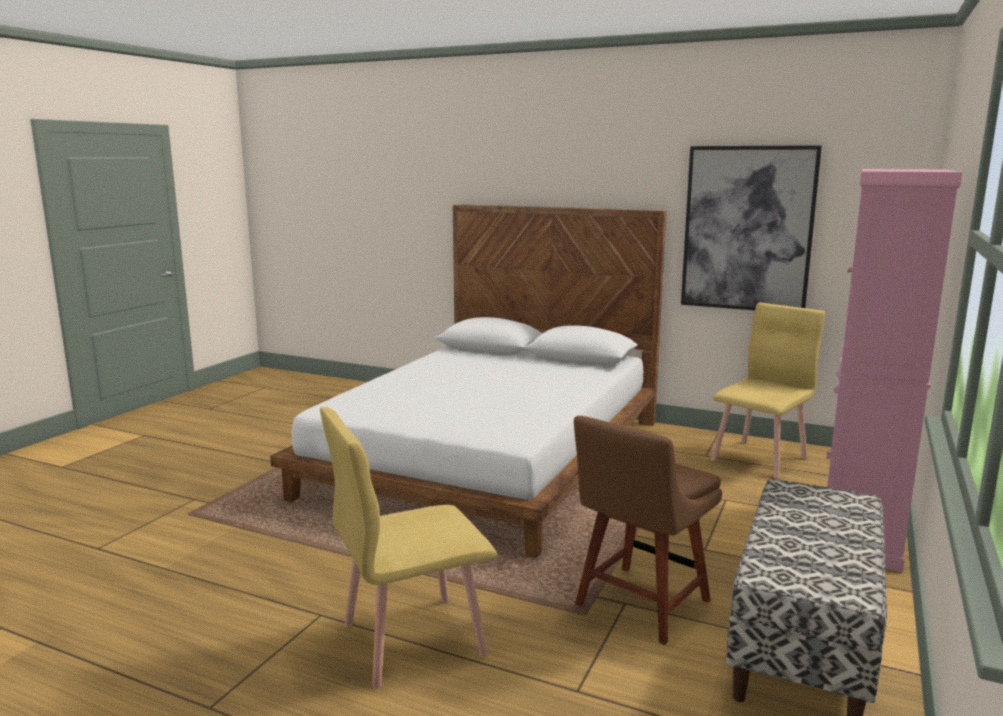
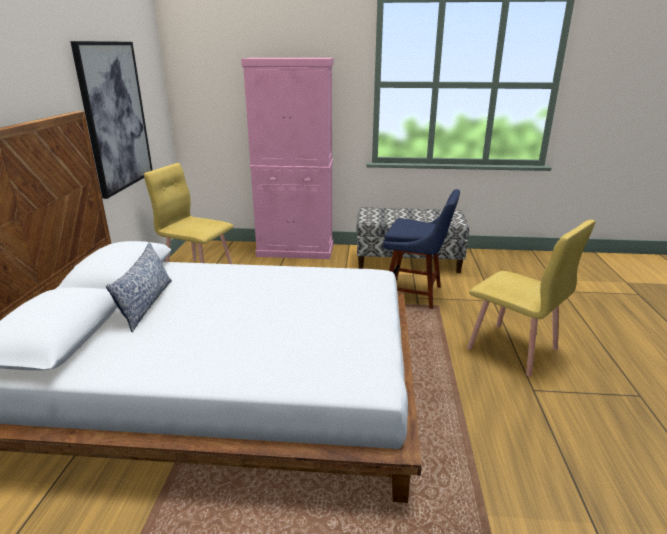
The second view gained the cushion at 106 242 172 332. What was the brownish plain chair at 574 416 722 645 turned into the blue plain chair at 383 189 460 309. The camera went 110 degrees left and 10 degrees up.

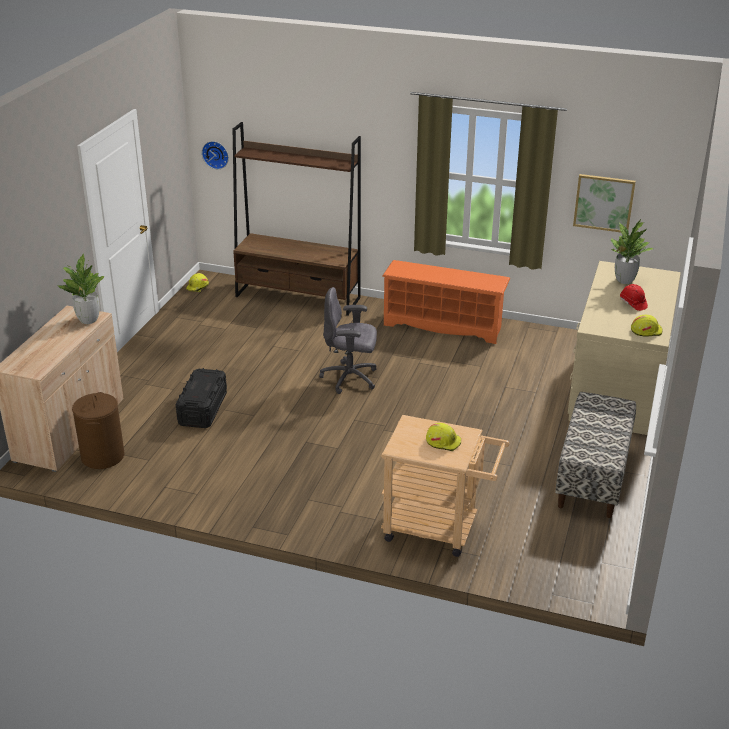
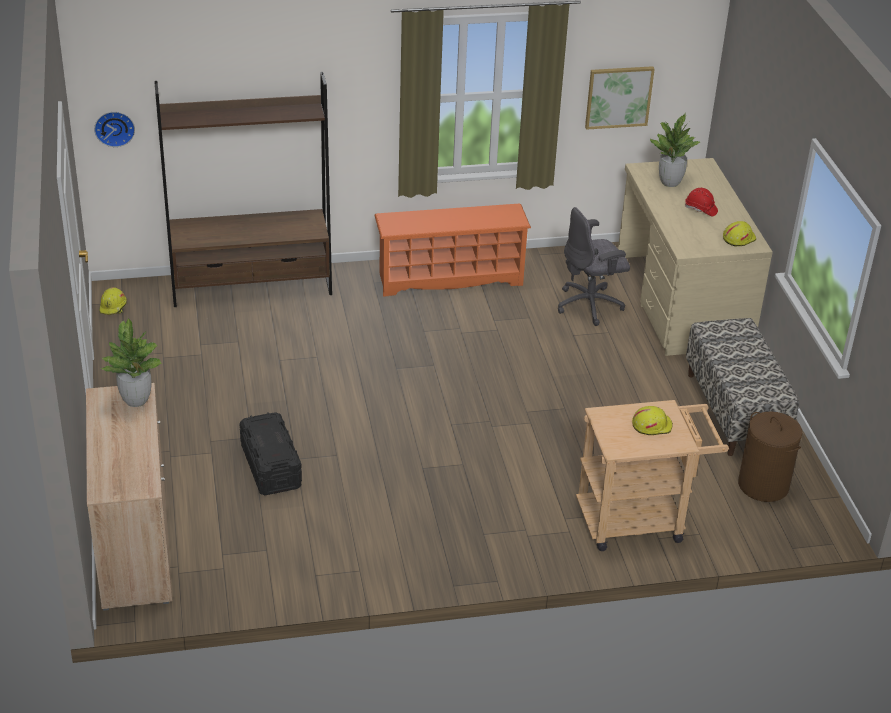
The brownish washing basket ended up elsewhere, having gone from 72 392 124 469 to 738 411 802 502. The gray computer chair ended up elsewhere, having gone from 319 287 377 394 to 558 207 630 326. The camera went 30 degrees left and 5 degrees up.

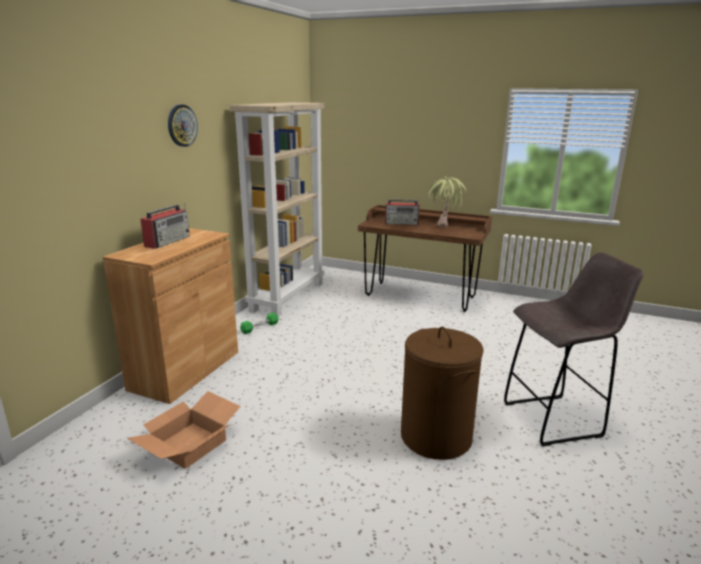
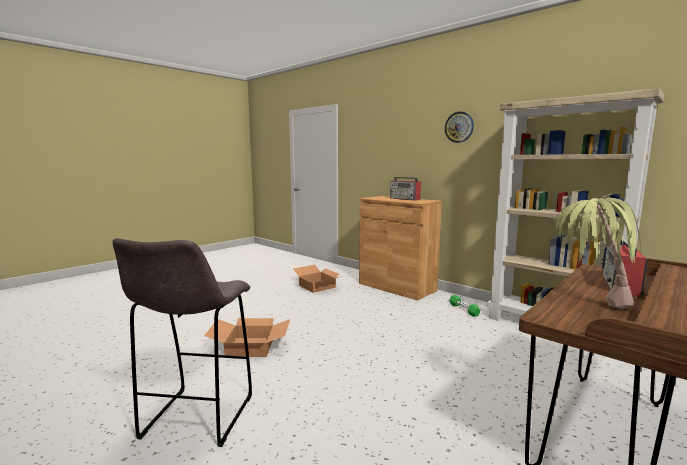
Where the brownish washing basket stood at 401 327 484 460, the cardboard box came to stand at 204 318 290 357. The camera went 110 degrees right and 10 degrees down.

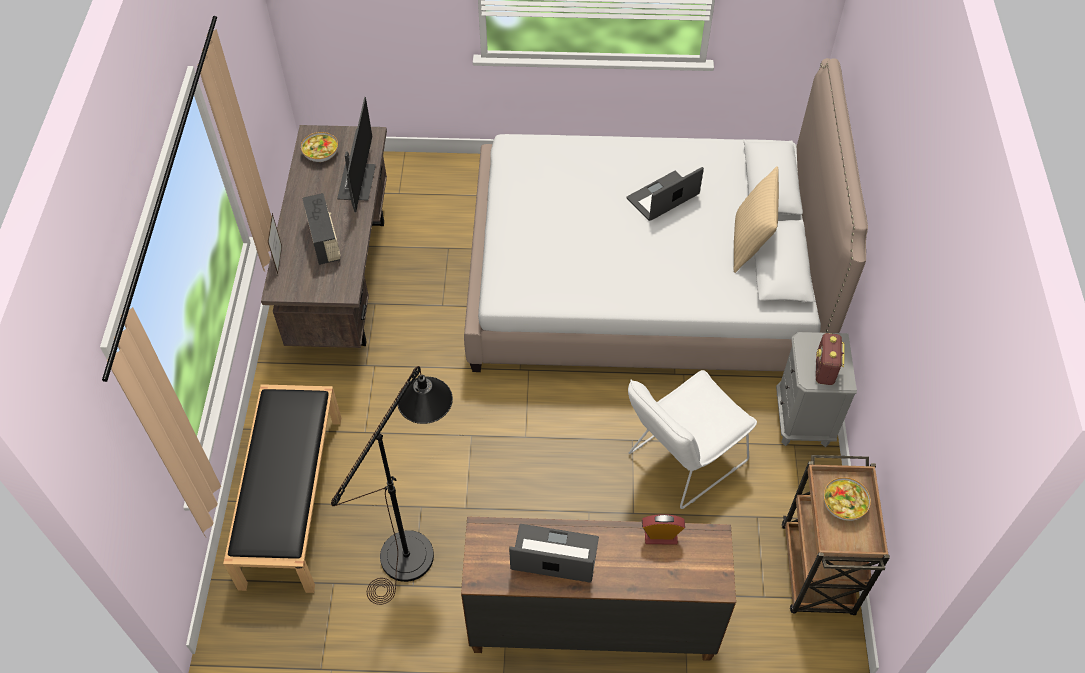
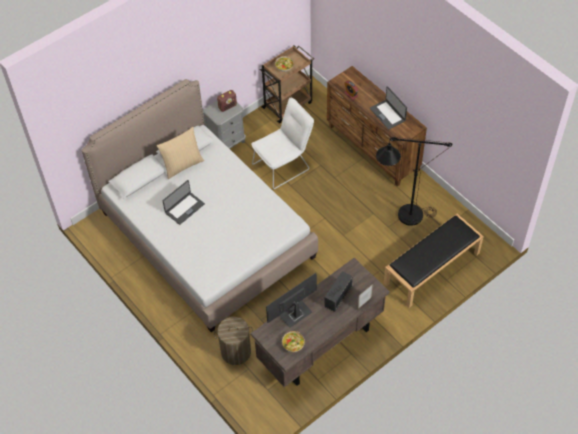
The second view gained the washing basket at 214 317 253 365. The laptop at 627 167 704 221 ended up facing another way, 60 degrees counterclockwise from before. The whitish plain chair at 628 370 757 509 ended up facing another way, 45 degrees counterclockwise from before. The camera went 130 degrees left and 0 degrees up.

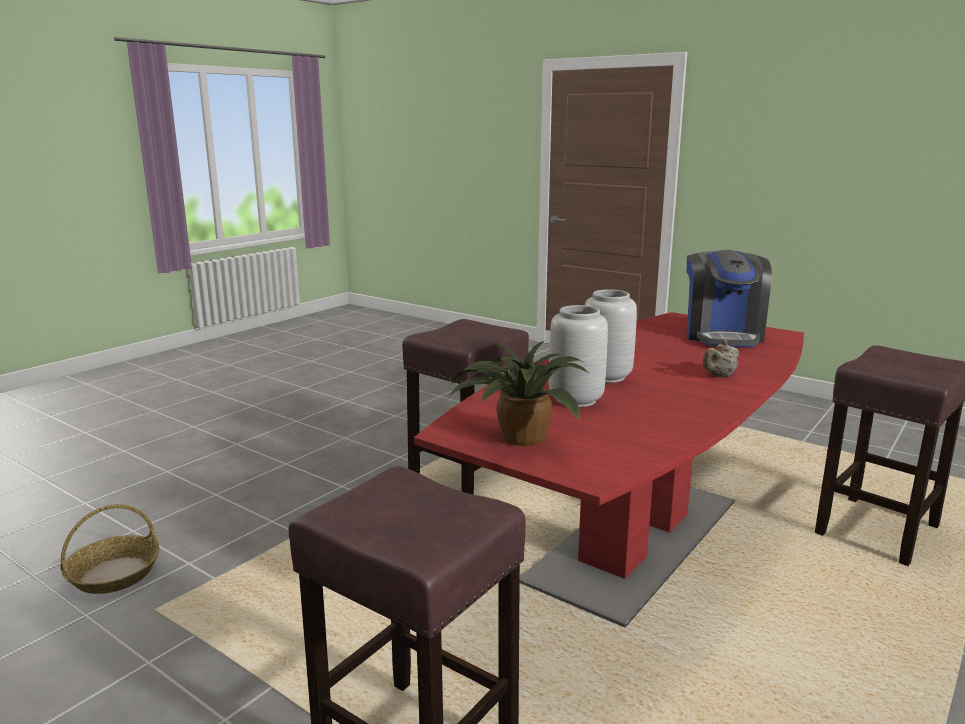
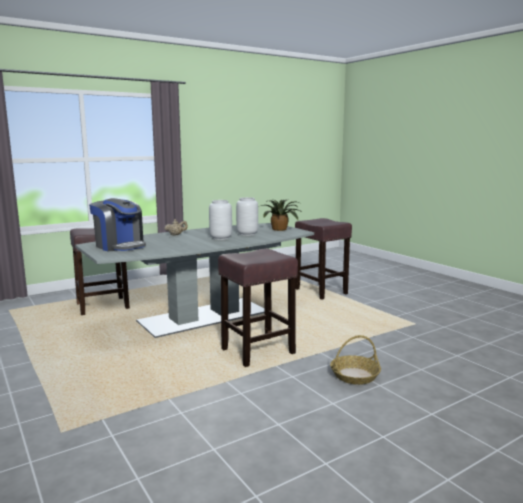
The storage basket ended up elsewhere, having gone from 60 504 159 594 to 330 335 381 385. What was the reddish kitchen table at 414 312 804 628 turned into the gray kitchen table at 75 223 314 338. The coffee machine at 687 250 772 347 ended up facing another way, 105 degrees clockwise from before. The camera went 160 degrees left and 5 degrees down.

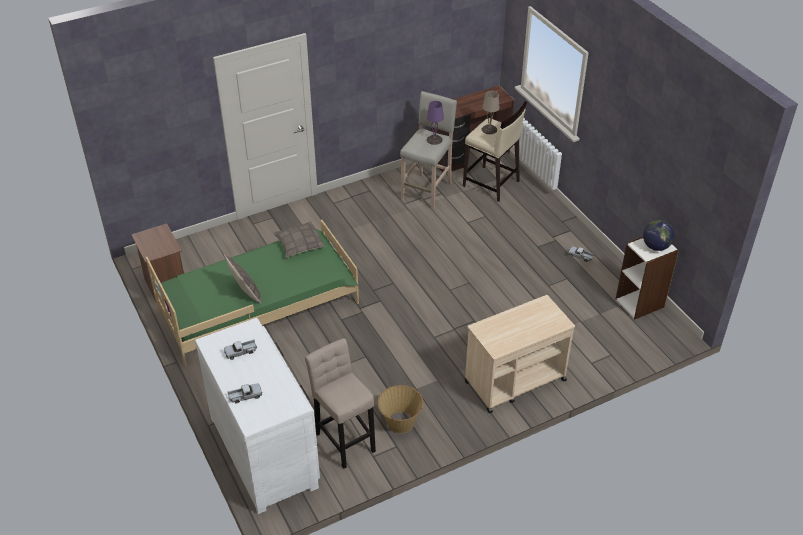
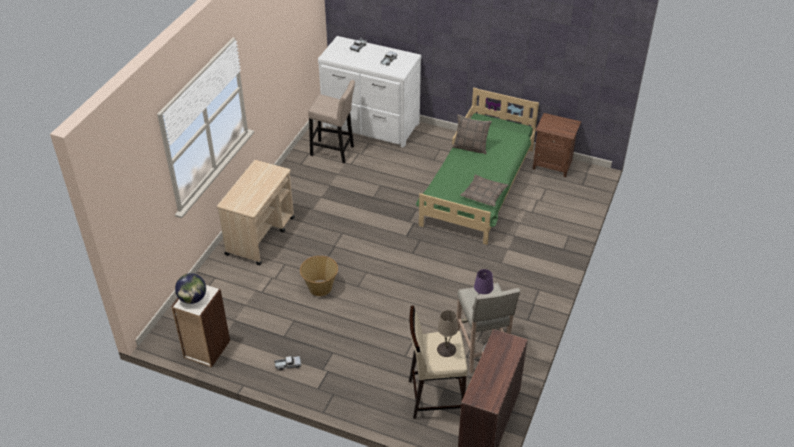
The storage basket ended up elsewhere, having gone from 378 385 423 433 to 300 256 338 296. The camera went 140 degrees right and 0 degrees up.

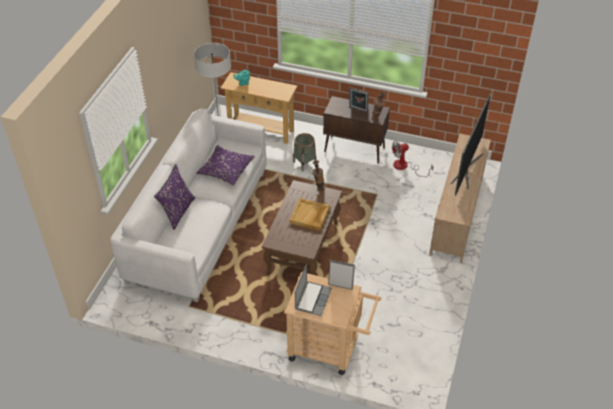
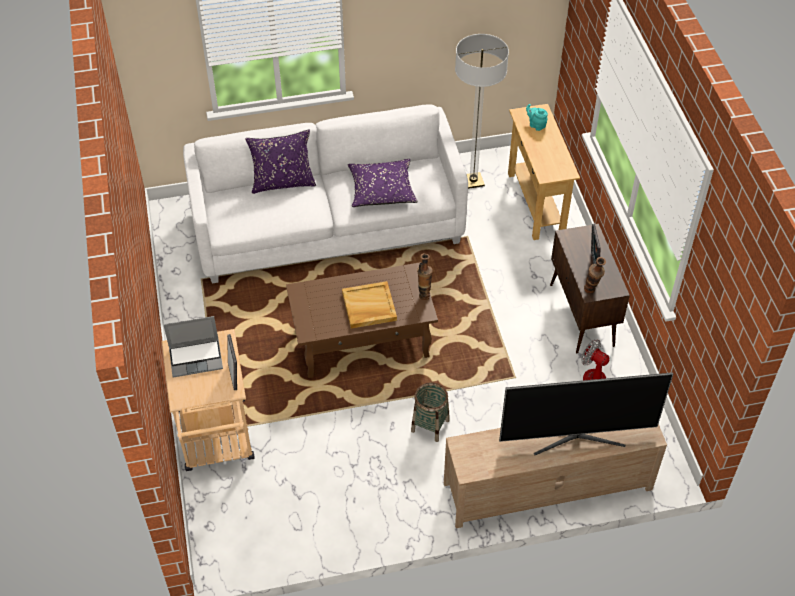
The storage basket ended up elsewhere, having gone from 293 133 317 171 to 411 382 449 442. The camera went 60 degrees right and 5 degrees up.

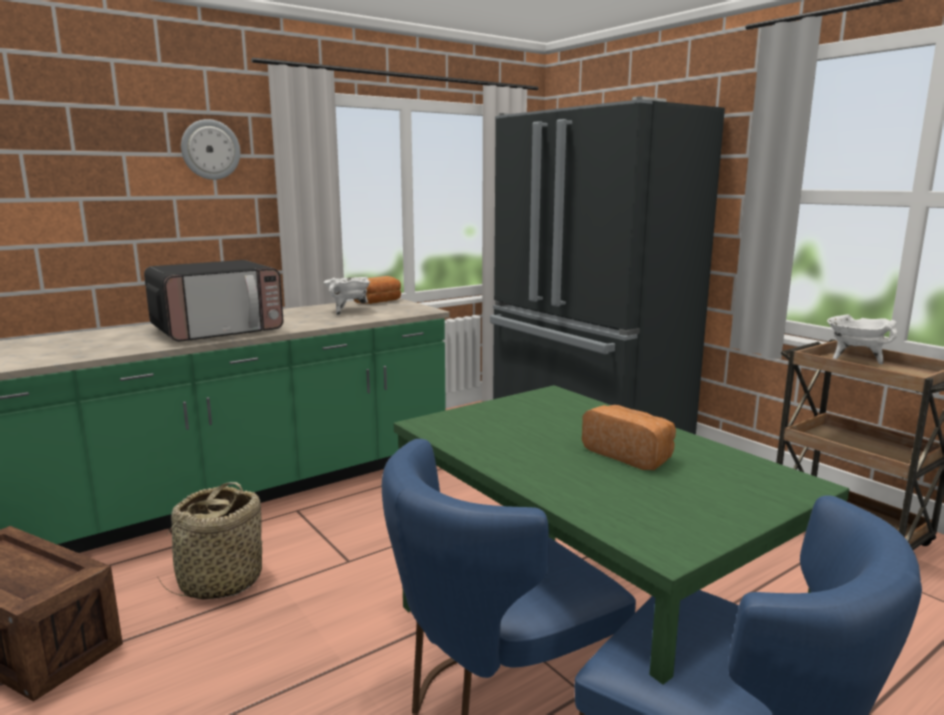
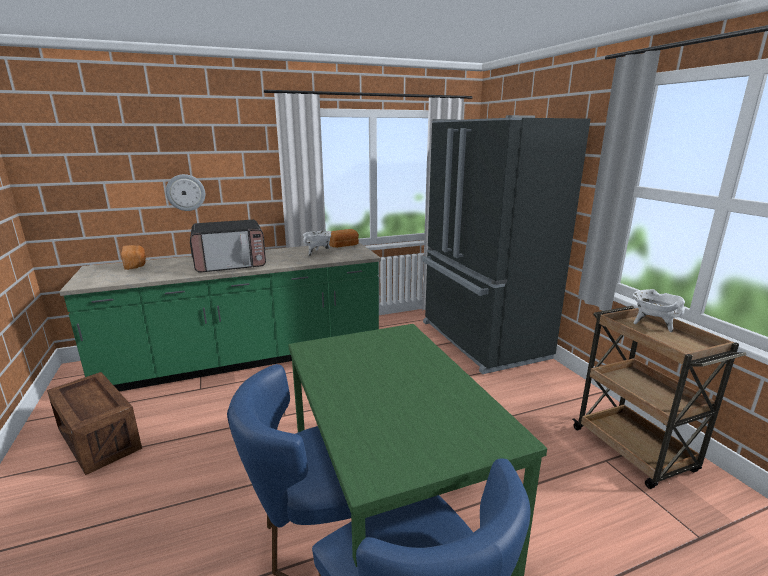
The second view lost the storage basket at 157 482 263 599. The clock on the wall ended up elsewhere, having gone from 181 119 240 180 to 166 174 205 211. The bread ended up elsewhere, having gone from 582 405 676 470 to 121 245 146 270. The camera went 15 degrees right and 5 degrees up.

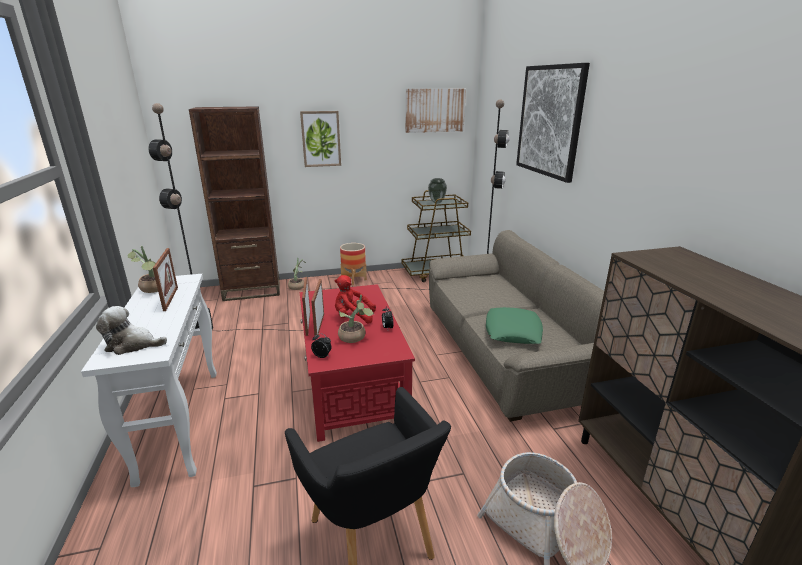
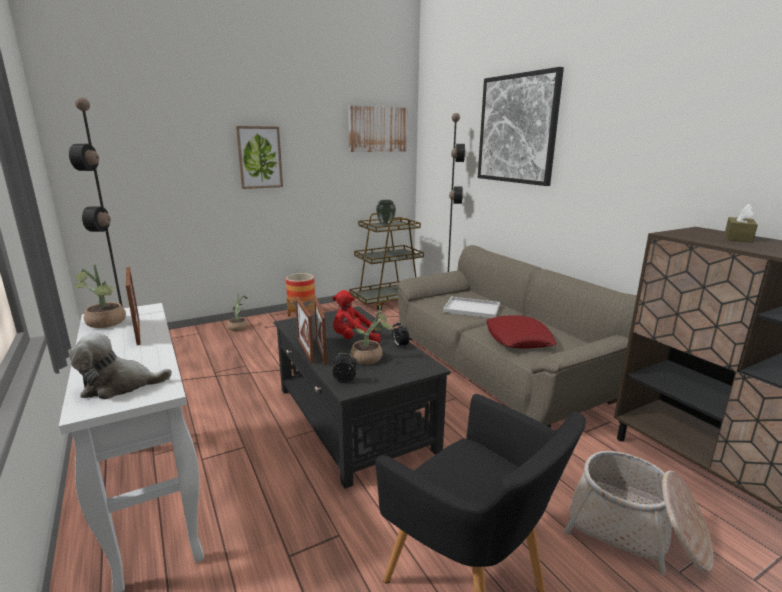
The second view lost the brownish shelving unit at 189 106 280 301. The second view gained the whitish serving tray at 443 297 500 318. The second view gained the brownish box of tissues at 725 204 758 242. What was the reddish coffee table at 300 284 415 442 turned into the black coffee table at 274 306 450 489. What was the green cushion at 486 307 543 344 turned into the reddish cushion at 487 315 557 348. The camera went 15 degrees left and 5 degrees down.

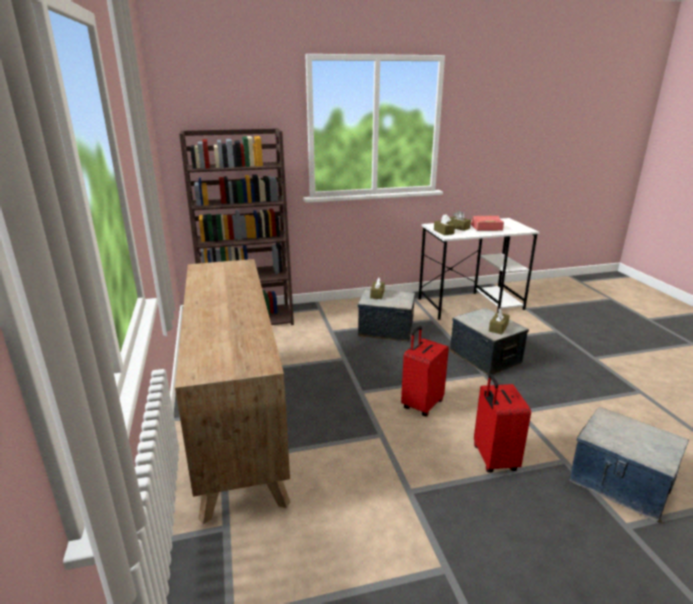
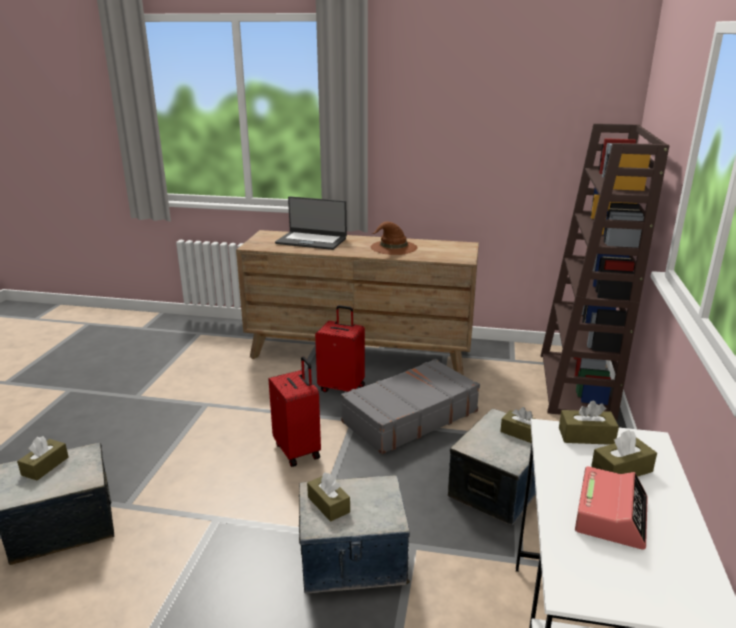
The second view gained the brownish box of tissues at 17 436 69 480. The second view gained the laptop at 275 196 347 250. The second view gained the gray suitcase at 341 359 480 454. The second view gained the brownish wearable hat at 370 222 417 255. The reddish suitcase ended up elsewhere, having gone from 474 374 531 473 to 315 305 365 392. The camera went 115 degrees right and 0 degrees up.

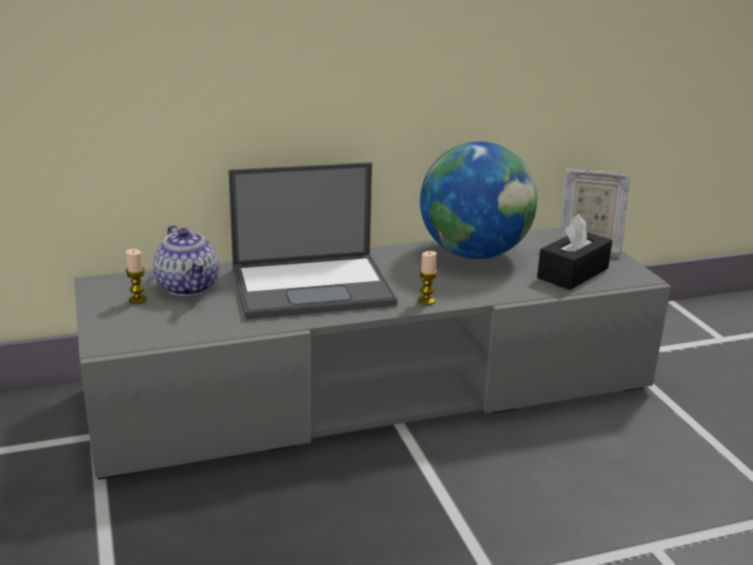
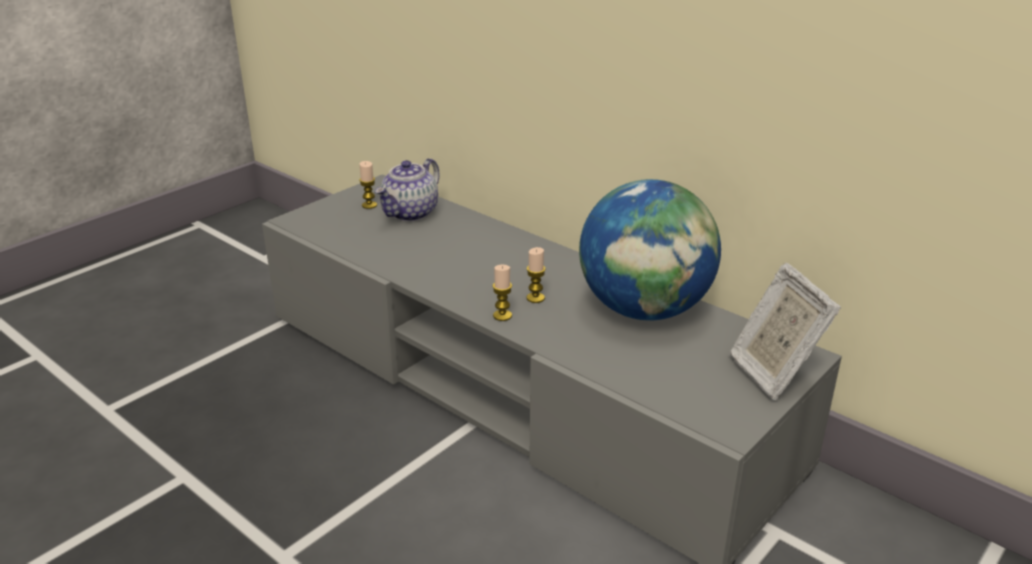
The second view lost the laptop at 228 162 397 319. The second view lost the black box of tissues at 537 214 612 290. The second view gained the candle at 527 247 546 303. The camera went 60 degrees right and 5 degrees up.

